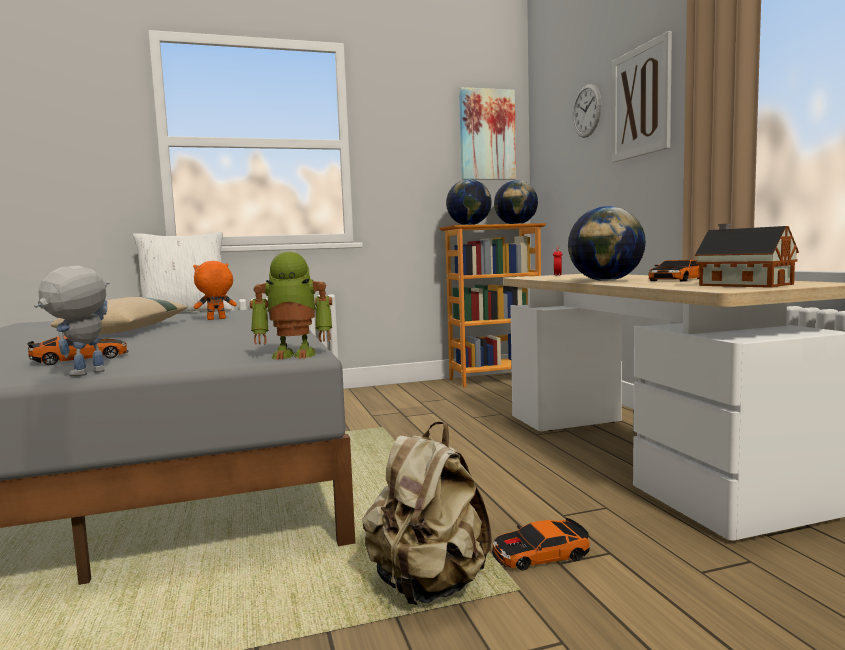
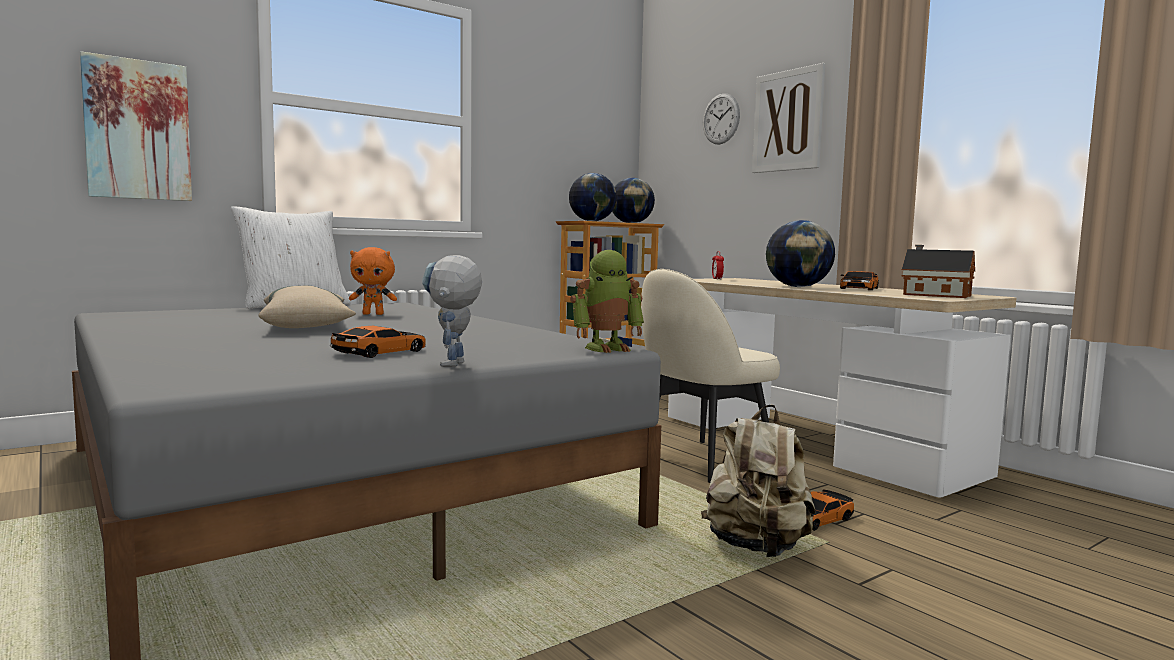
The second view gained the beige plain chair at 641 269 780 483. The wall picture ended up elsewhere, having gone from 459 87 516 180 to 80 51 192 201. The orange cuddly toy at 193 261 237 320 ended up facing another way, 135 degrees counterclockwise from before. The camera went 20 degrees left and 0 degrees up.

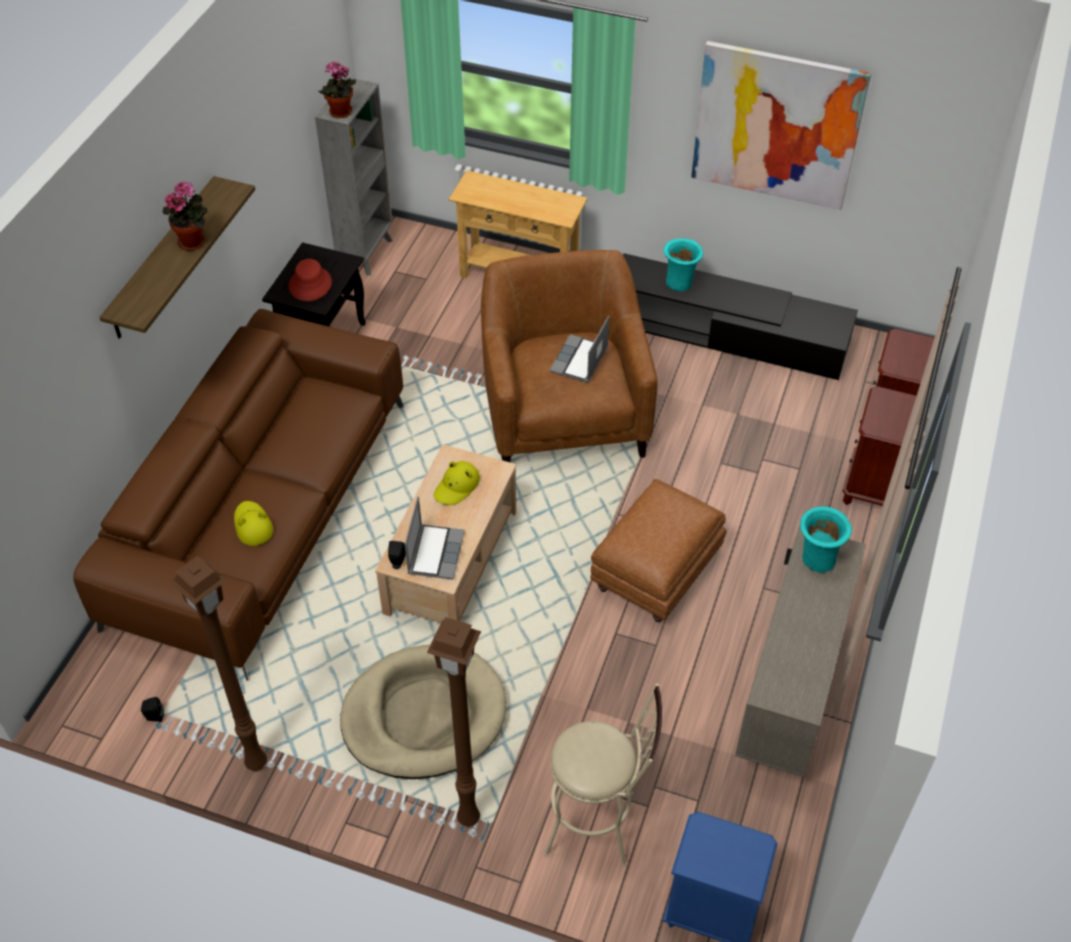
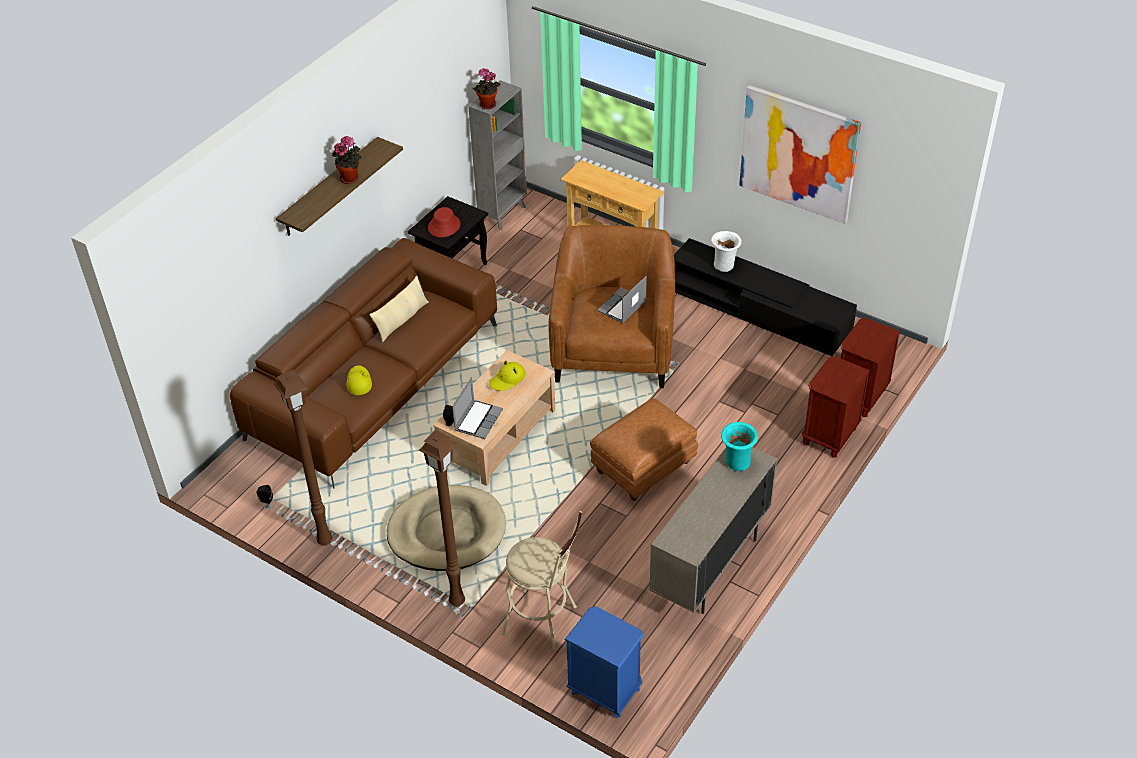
The second view gained the beige cushion at 369 276 429 342. What was the blue-green decorative vase at 664 238 703 291 turned into the whitish decorative vase at 711 231 742 272. The camera went 15 degrees right and 5 degrees down.

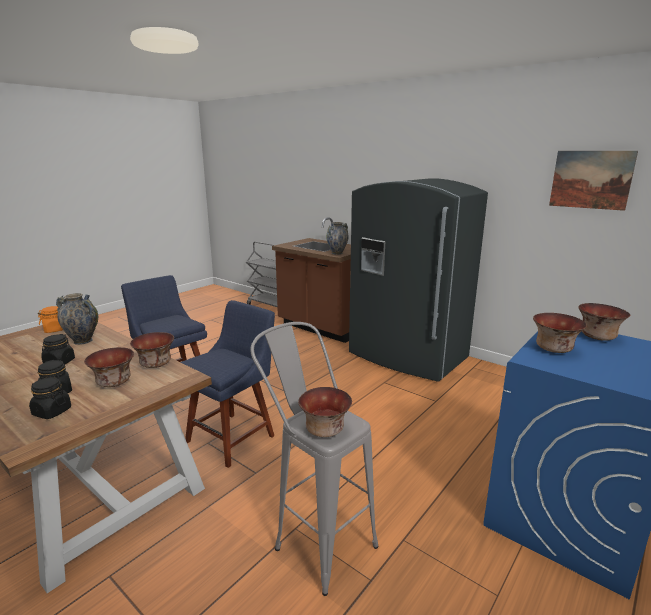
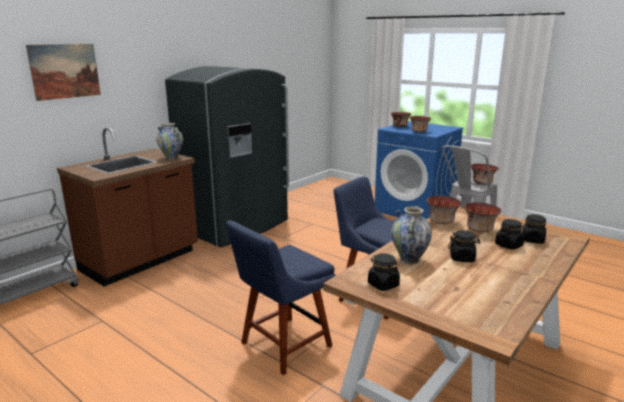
The wall picture ended up elsewhere, having gone from 549 151 638 211 to 26 44 101 101. What was the orange storage jar at 38 306 63 333 turned into the black storage jar at 368 253 400 291. The camera went 90 degrees left and 0 degrees up.

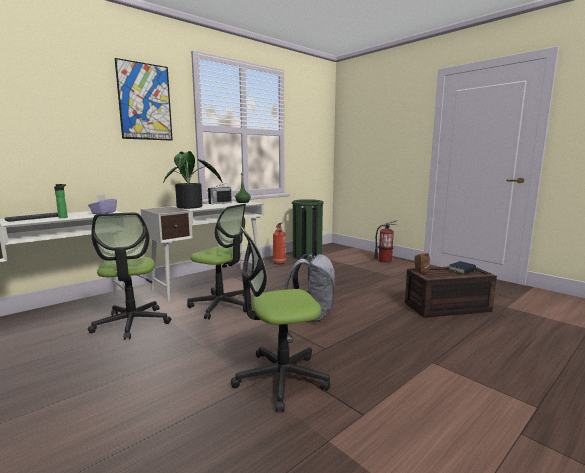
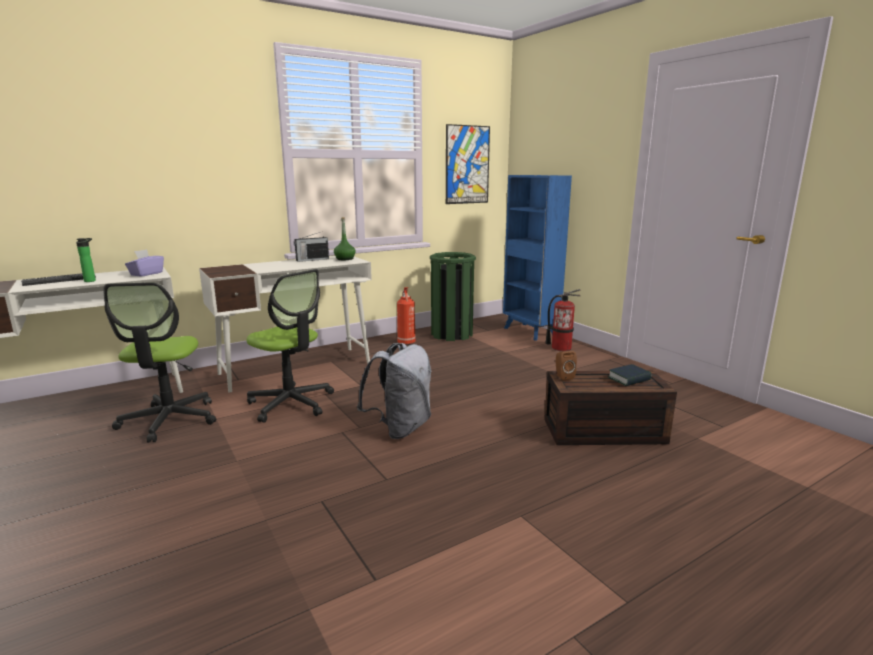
The second view lost the houseplant at 163 151 222 209. The second view lost the computer chair at 231 226 330 412. The second view gained the blue shelving unit at 503 175 572 340. The wall picture ended up elsewhere, having gone from 115 58 173 141 to 446 124 490 204. The camera went 10 degrees right and 5 degrees up.

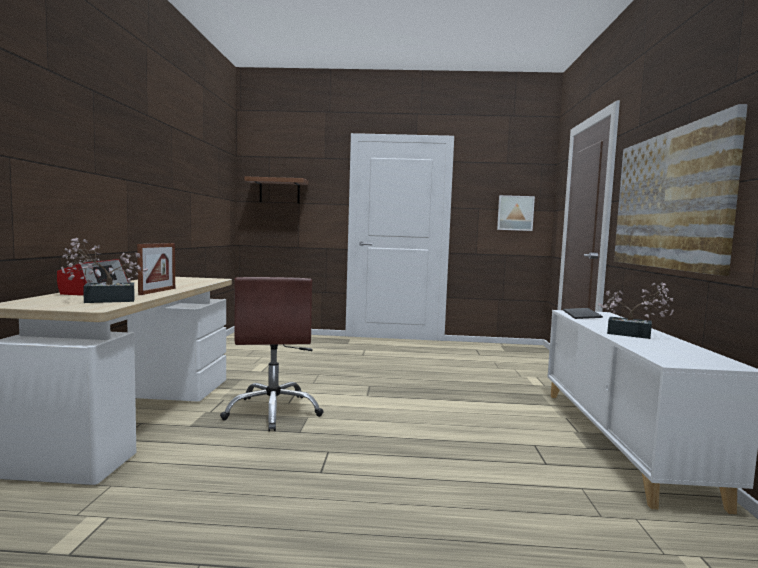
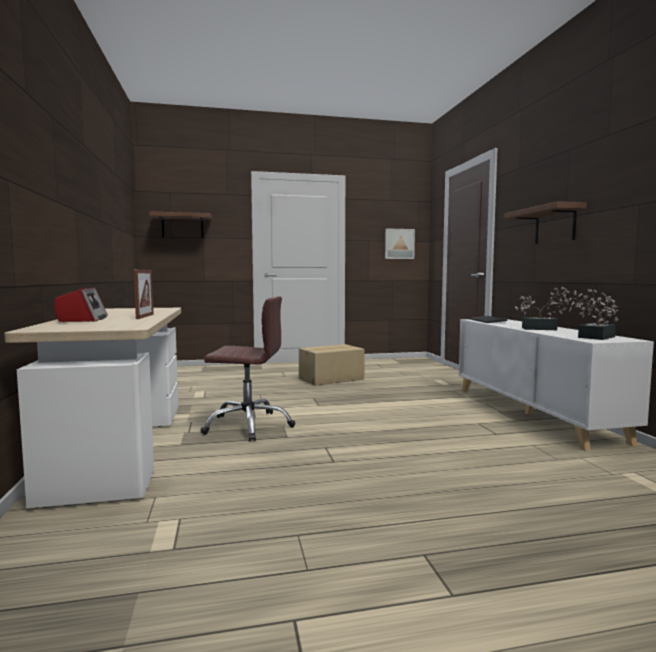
The second view gained the cardboard box at 299 344 365 386. The houseplant ended up elsewhere, having gone from 61 237 148 303 to 571 289 618 340. Where the wall picture hung at 614 104 748 276, the brownish wall shelf came to hang at 504 201 587 244. The brownish computer chair at 220 277 324 432 ended up facing another way, 60 degrees counterclockwise from before. The camera went 15 degrees left and 0 degrees up.

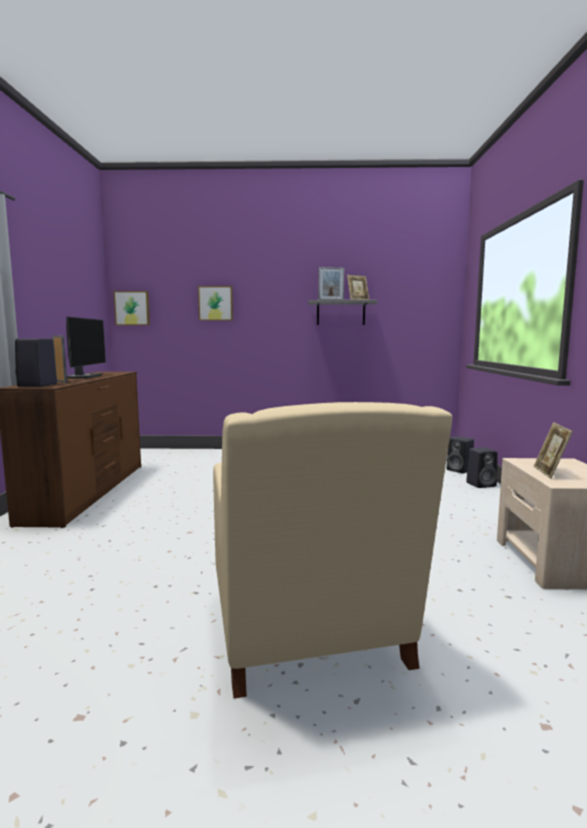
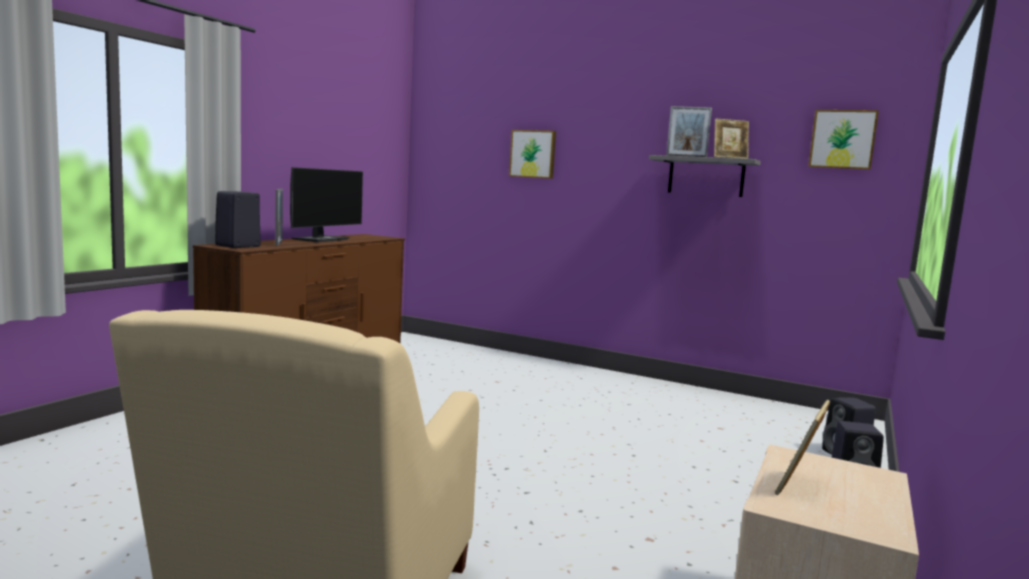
The wall picture ended up elsewhere, having gone from 114 291 150 325 to 808 110 879 170. The camera went 25 degrees right and 0 degrees up.

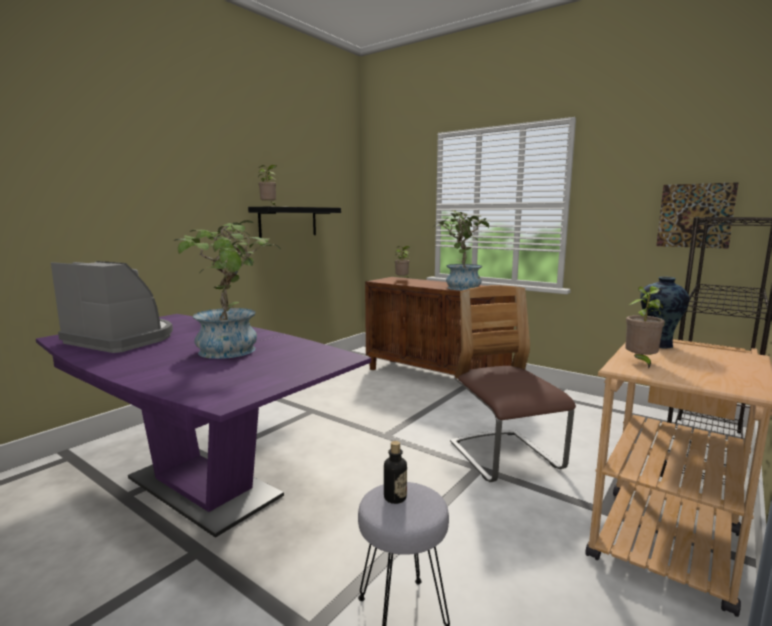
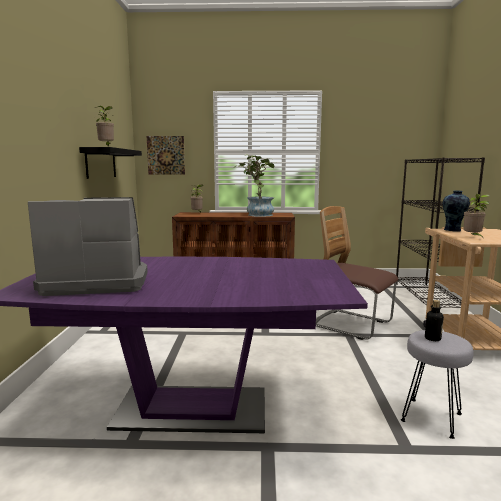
The second view lost the houseplant at 174 220 281 359. The wall picture ended up elsewhere, having gone from 656 182 738 249 to 147 136 185 174. The camera went 35 degrees left and 0 degrees up.

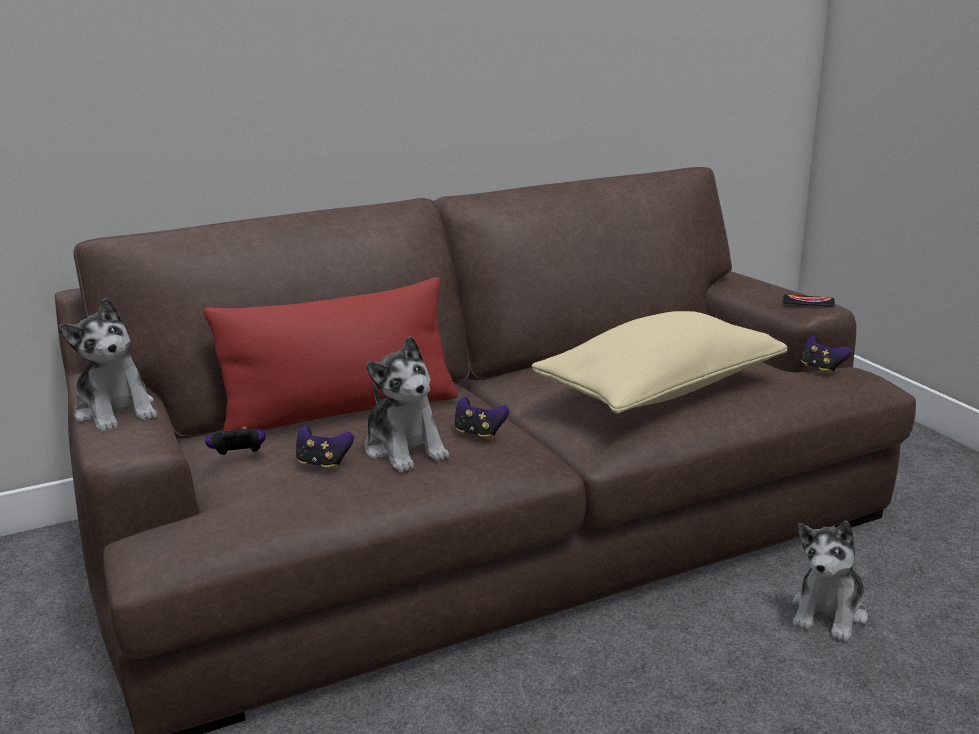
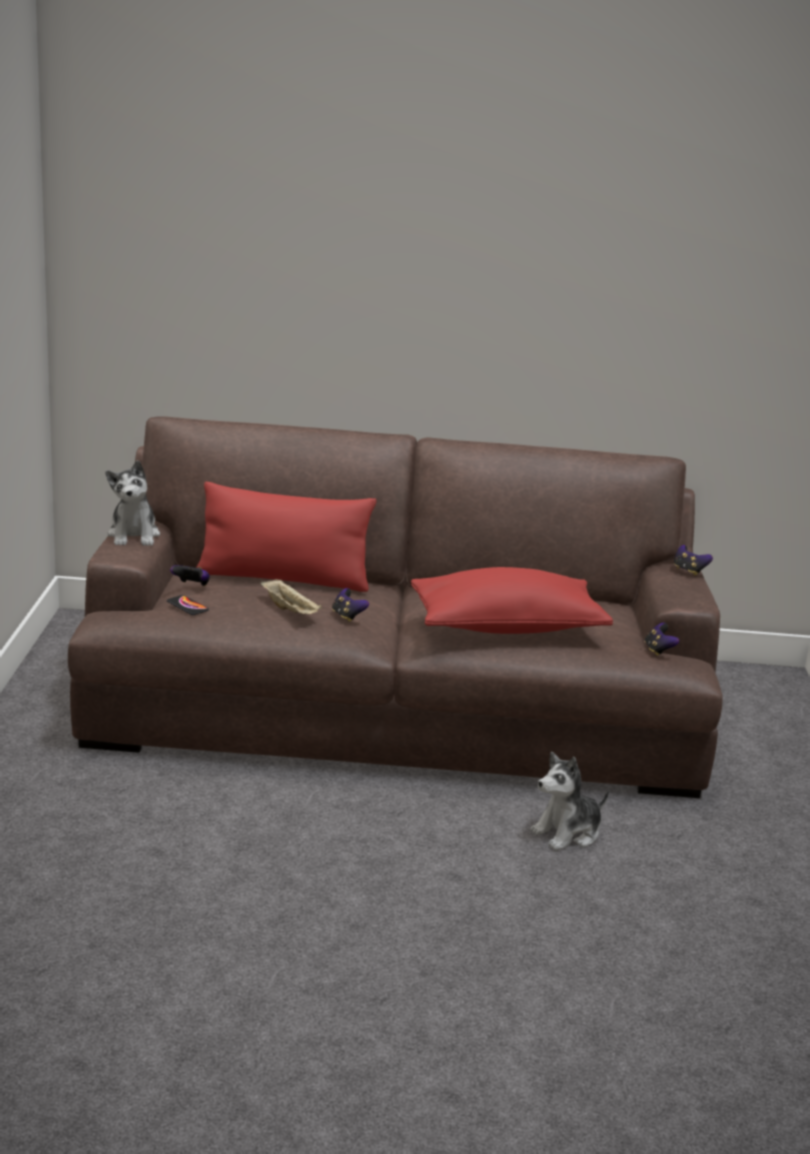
The joypad ended up elsewhere, having gone from 296 426 354 470 to 674 545 713 576. The telephone ended up elsewhere, having gone from 783 294 835 307 to 167 595 209 615. Where the cuddly toy stood at 365 336 449 473, the beige serving tray came to stand at 260 579 322 614. What was the beige cushion at 532 311 787 414 turned into the reddish cushion at 411 567 613 634. The camera went 25 degrees right and 0 degrees up.

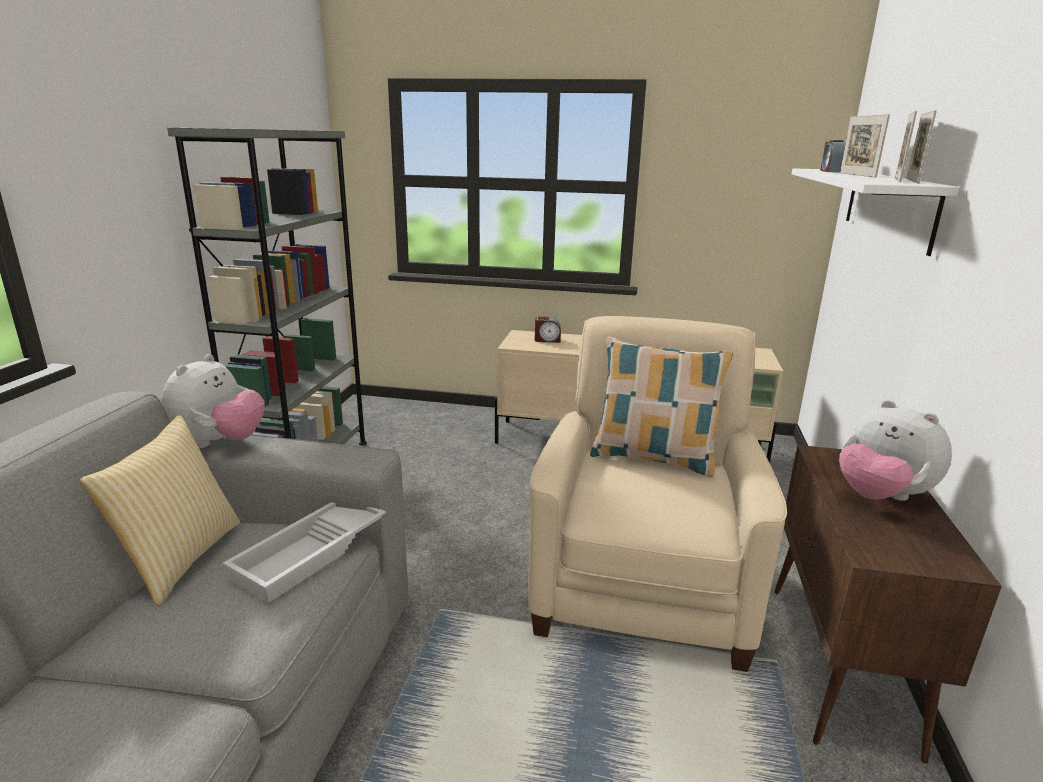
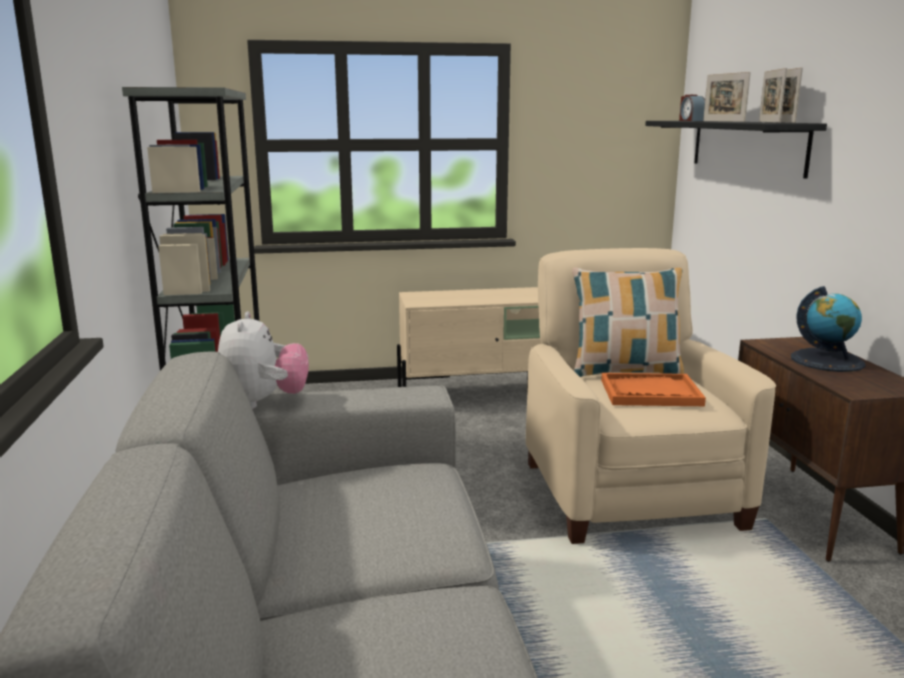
The second view lost the cushion at 80 415 240 606. The second view lost the whitish serving tray at 223 502 386 603. The second view lost the alarm clock at 535 316 561 343. The second view gained the orange serving tray at 601 373 706 406. Where the cuddly toy stood at 839 400 952 501, the desk globe came to stand at 791 286 866 372. What was the whitish wall shelf at 792 168 959 256 turned into the black wall shelf at 645 121 827 179. The camera went 20 degrees left and 5 degrees down.

